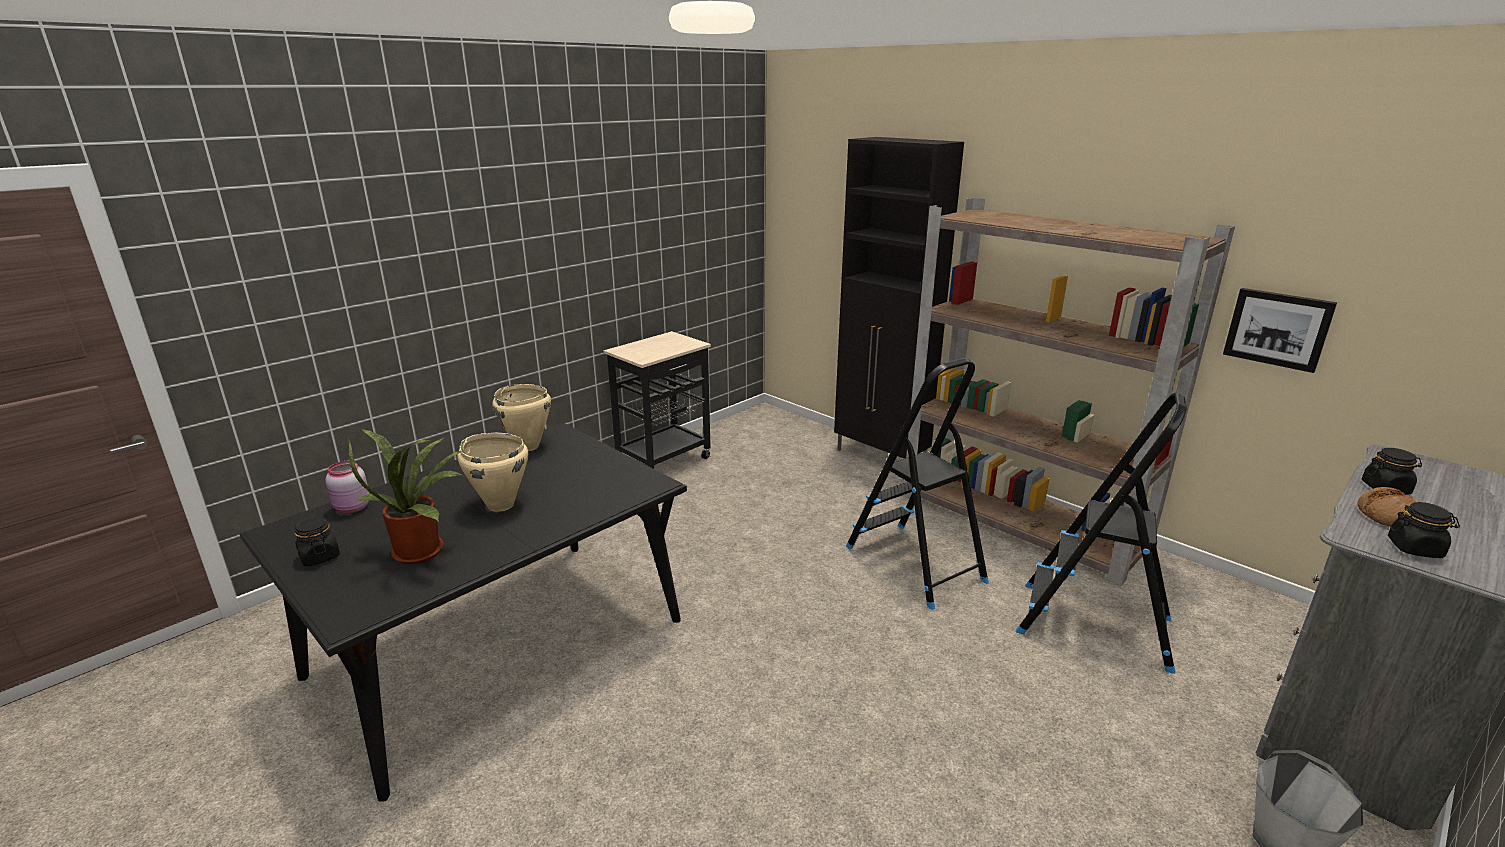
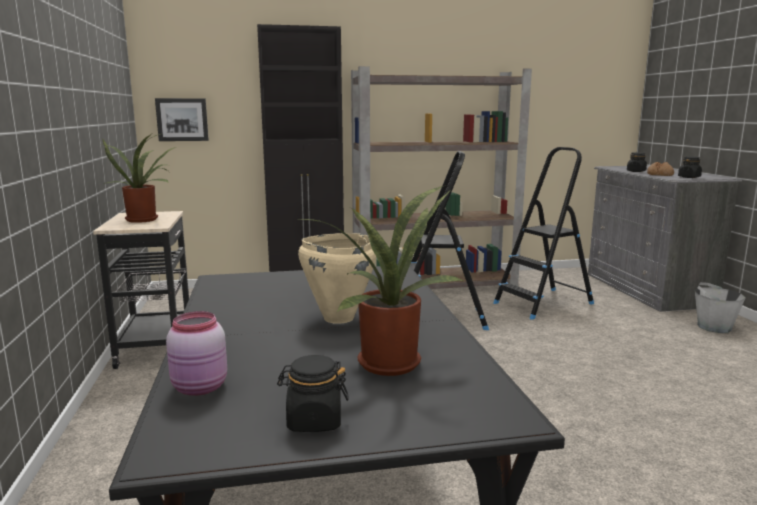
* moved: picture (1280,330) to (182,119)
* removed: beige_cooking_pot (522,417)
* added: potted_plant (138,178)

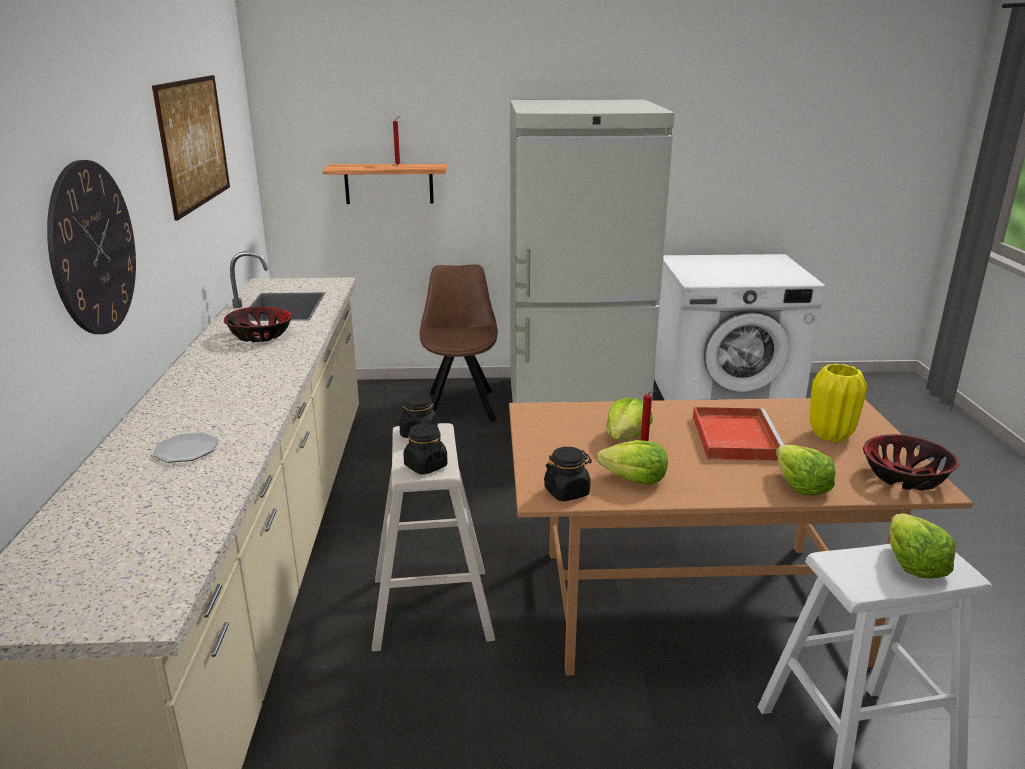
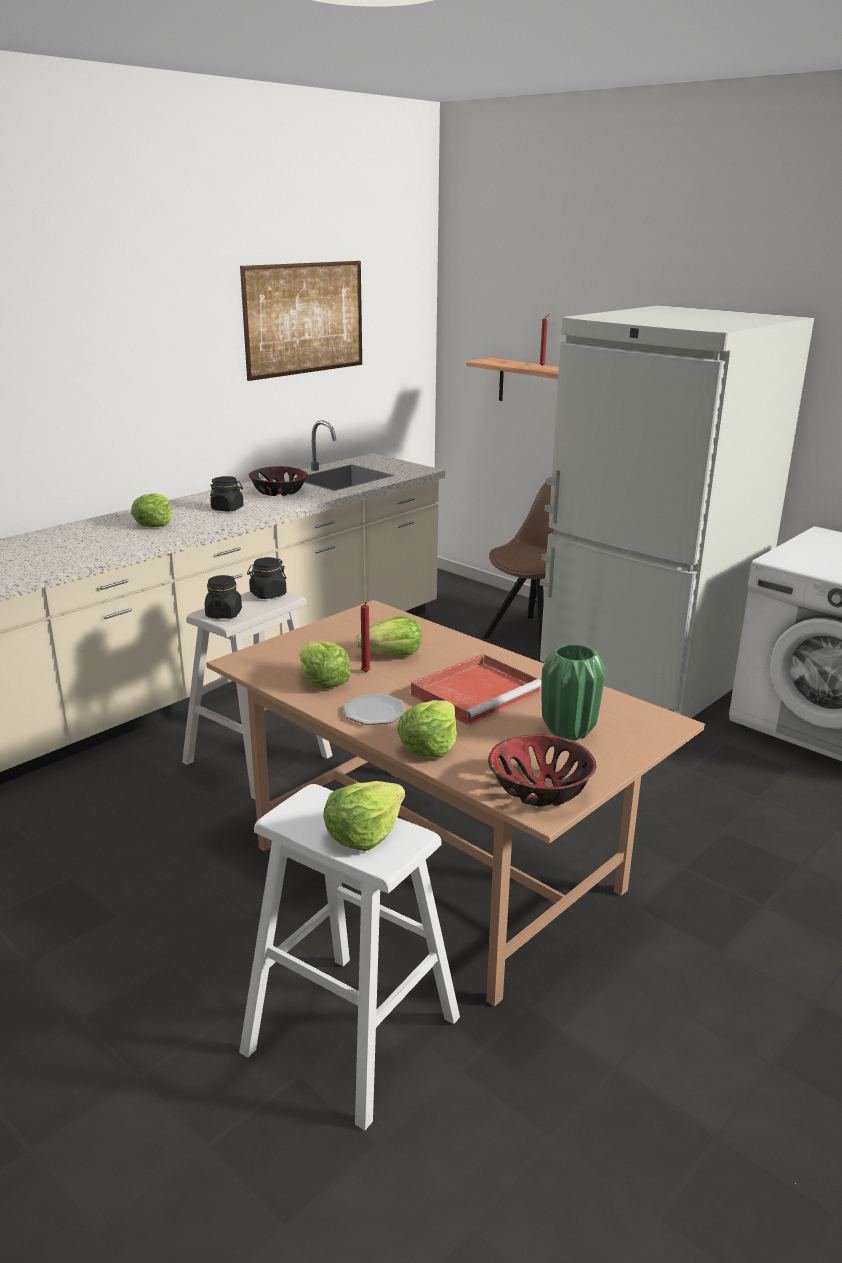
* removed: wall_clock (91,247)
* recoloured: yellow_vase (838,403) to green_vase (574,692)
* moved: plate (185,447) to (375,709)
* moved: black_jar (568,474) to (227,493)
* added: lettuce (151,510)

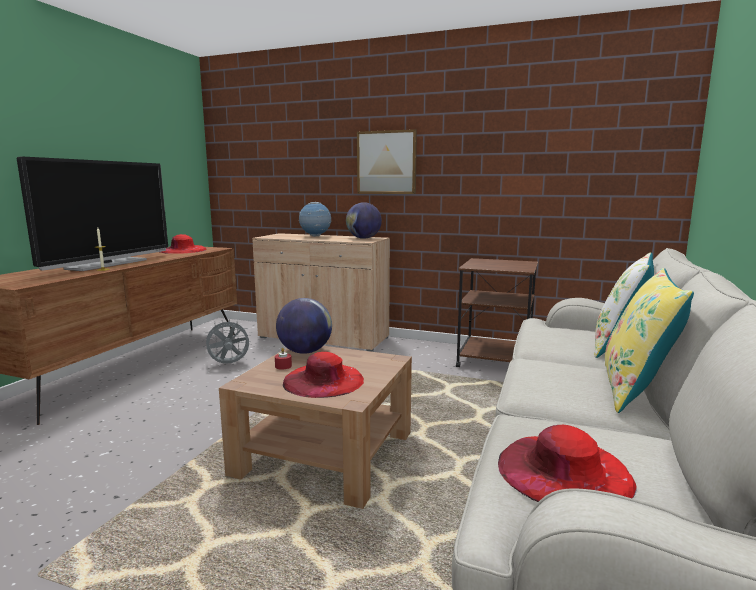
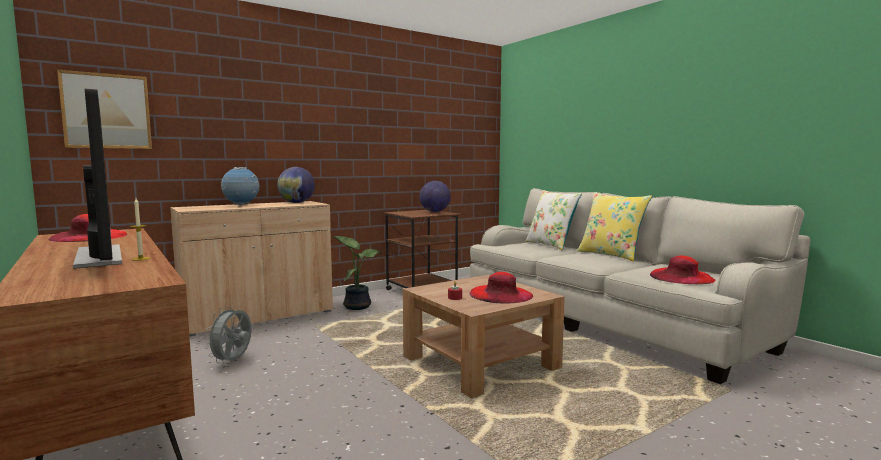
* moved: picture (387,161) to (104,109)
* moved: globe (304,326) to (435,196)
* added: potted_plant (357,273)

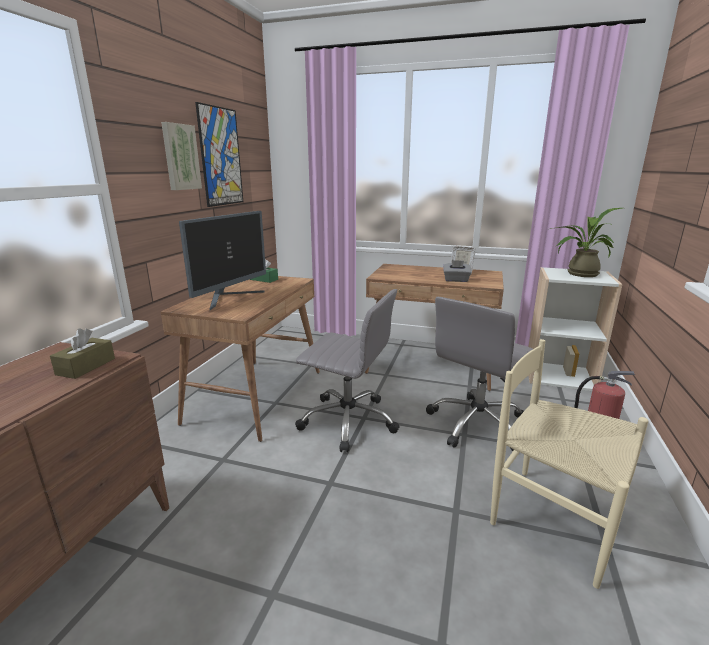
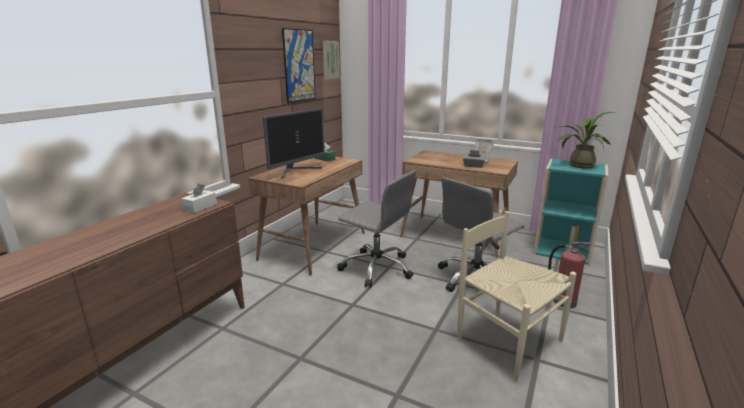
* moved: picture (181,156) to (331,60)
* recoloured: white_bookcase (575,329) to turquoise_bookcase (570,212)
* recoloured: brown_tissue_box (82,353) to white_tissue_box (199,198)

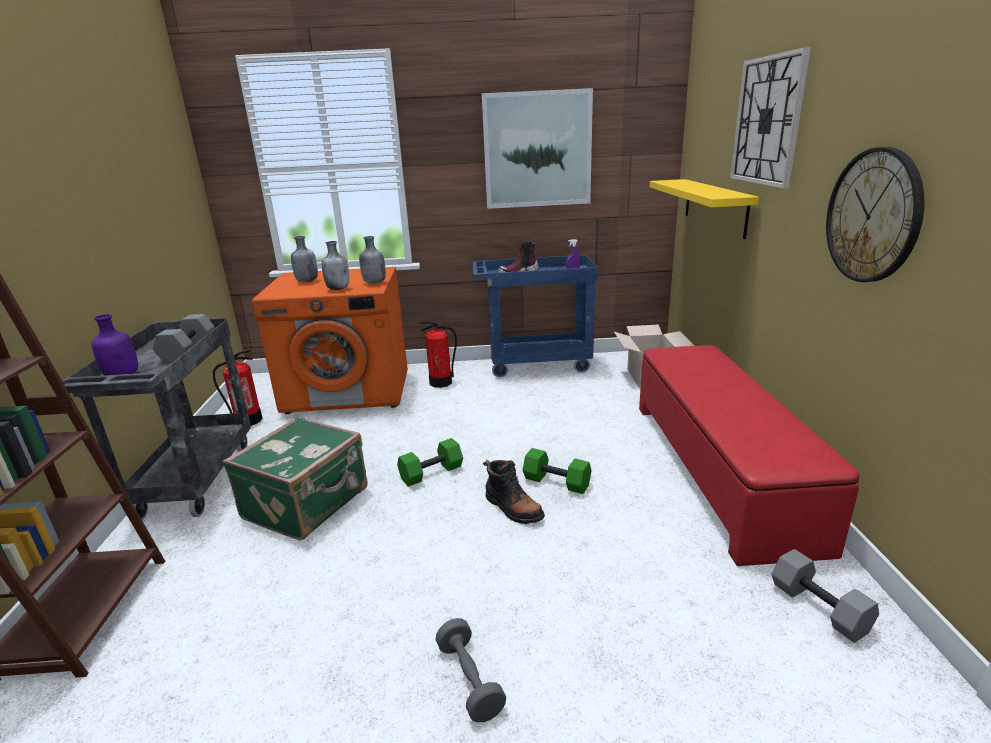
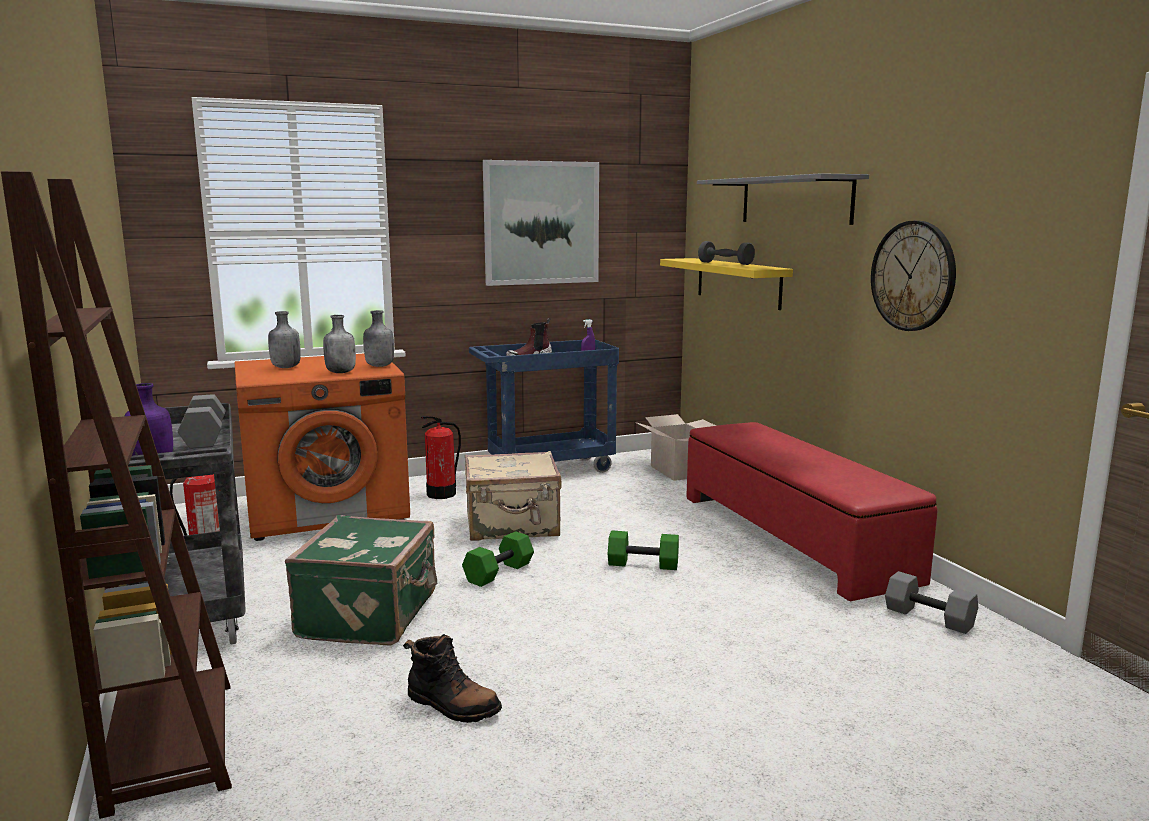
* replaced: wall_clock (770,118) to grey_shelf (783,199)
* moved: black_boot (514,492) to (452,678)
* moved: grey_dumbbell (471,670) to (726,253)
* added: beige_suitcase (513,496)

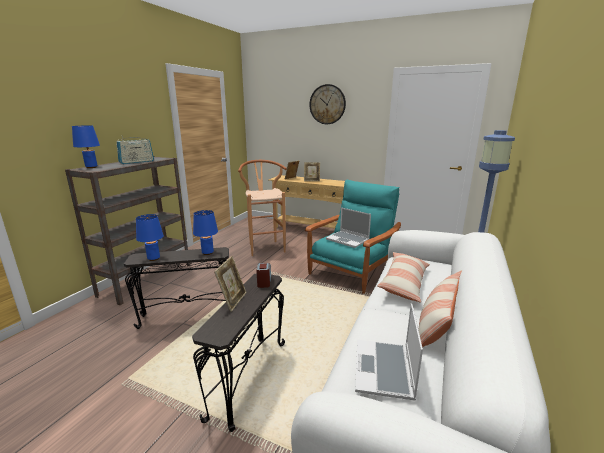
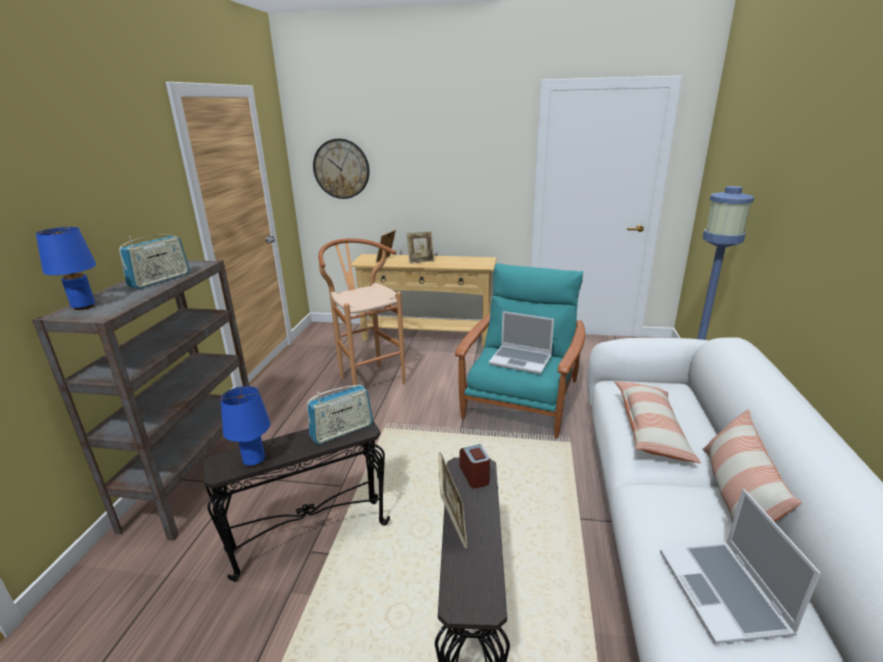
* moved: wall_clock (327,104) to (341,168)
* replaced: blue_table_lamp (205,232) to radio (340,414)

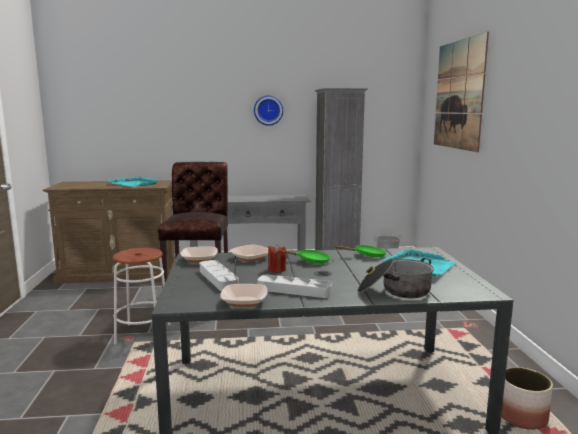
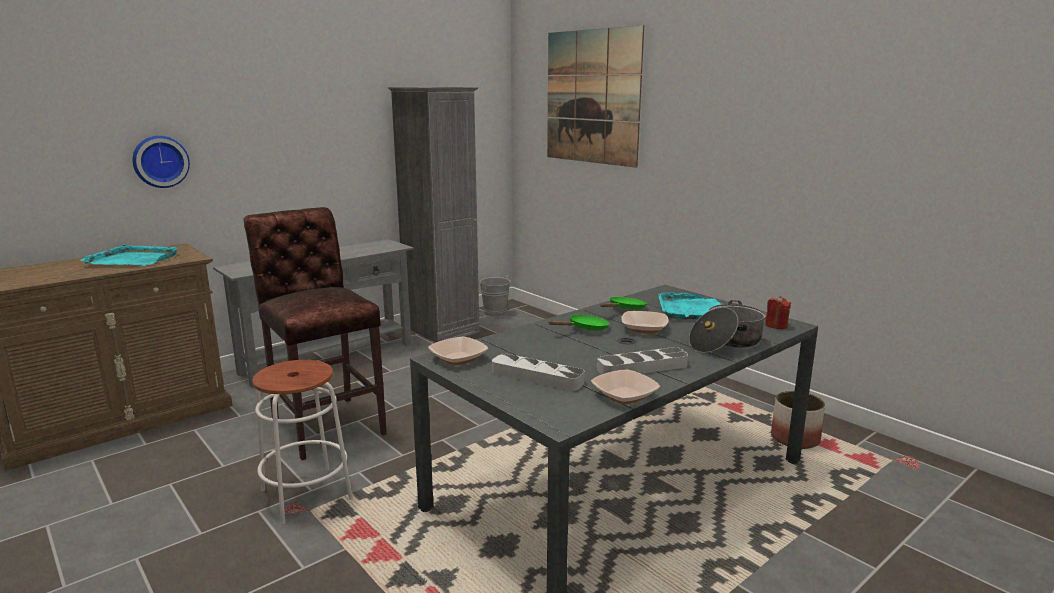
* moved: wall_clock (268,110) to (161,162)
* moved: red_candle (277,258) to (778,312)
* moved: bowl (249,253) to (645,322)

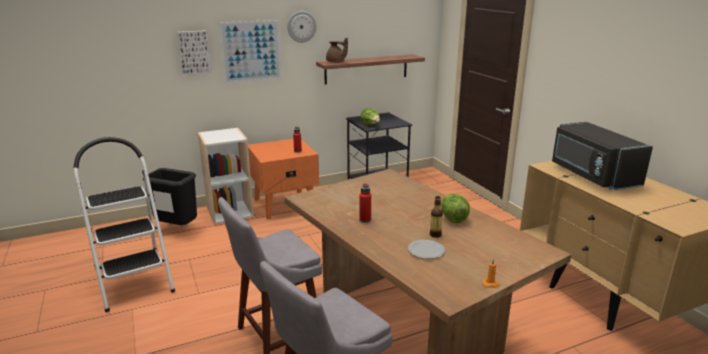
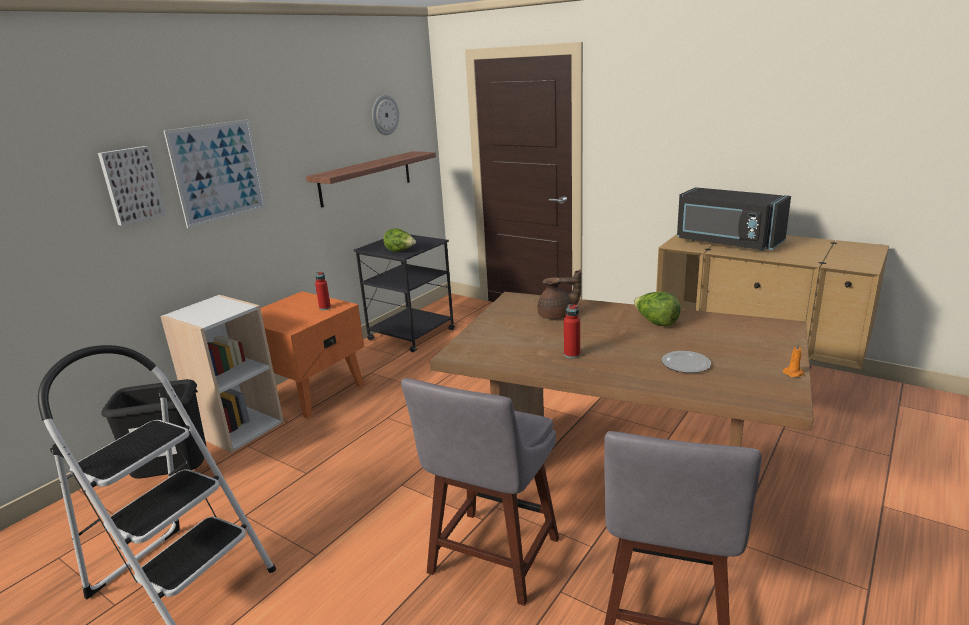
* moved: wall_clock (302,27) to (385,115)
* moved: brown_teapot (337,50) to (559,294)
* removed: bottle (436,217)

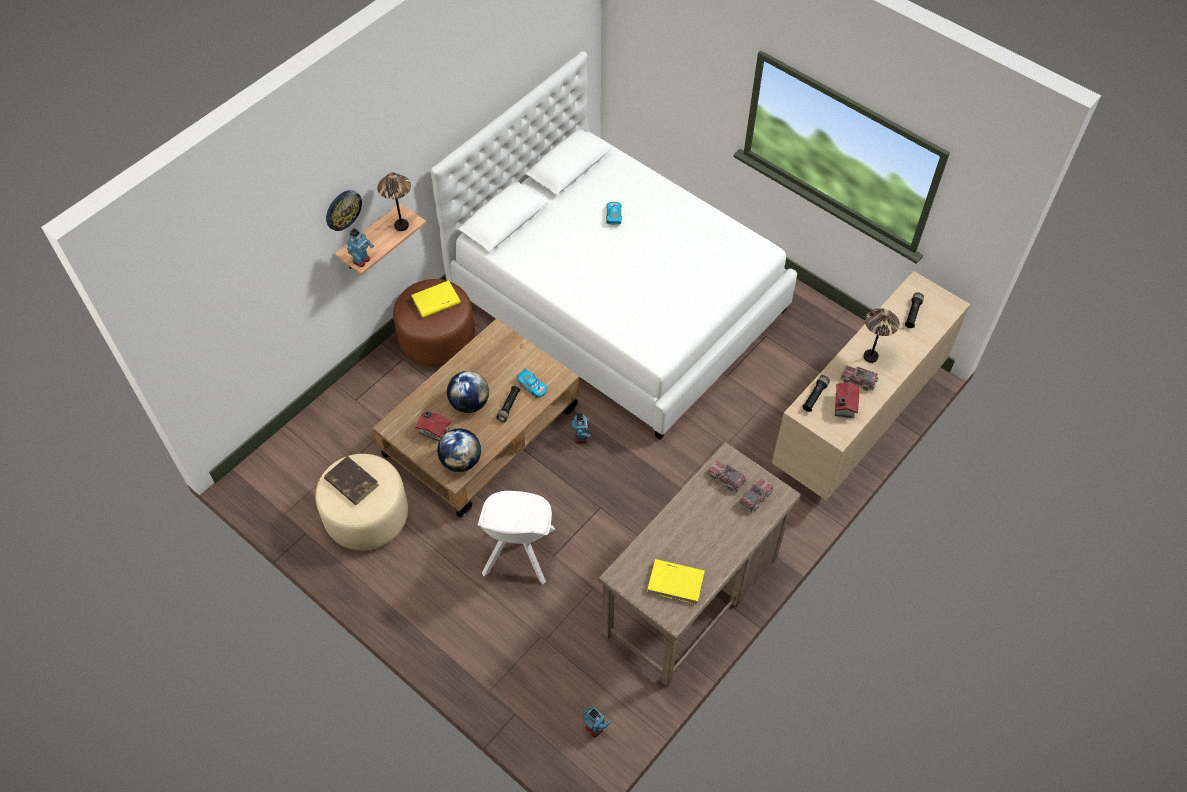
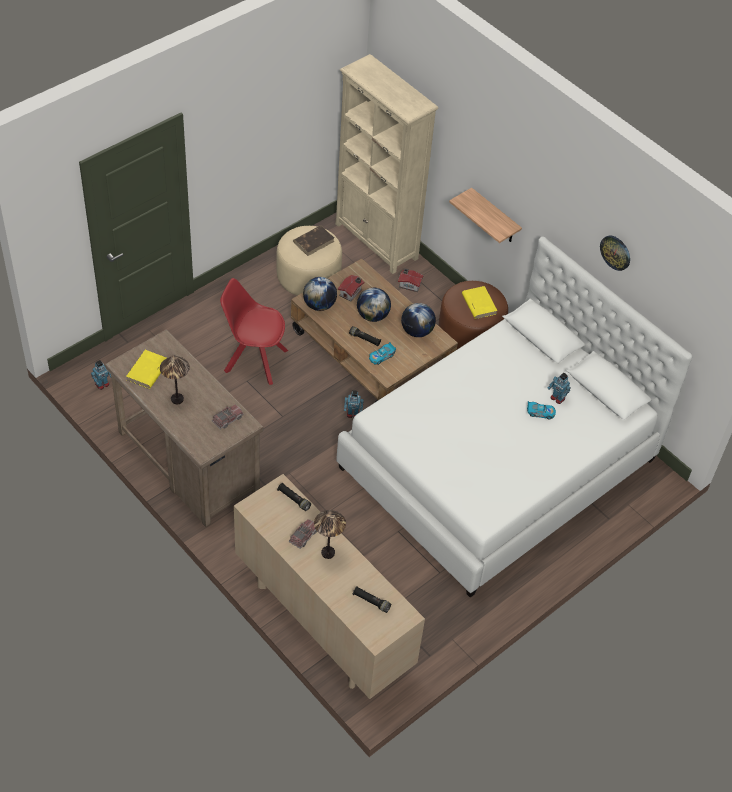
* moved: table_lamp (394,201) to (175,380)
* moved: wall_clock (344,210) to (615,253)
* moved: toy_robot (360,247) to (559,388)
* moved: toy_house (847,400) to (411,280)
* removed: toy_truck (755,495)
* recoloured: white_chair (517,538) to red_chair (254,331)
* added: beige_bookcase (386,164)
* added: globe (418,320)

